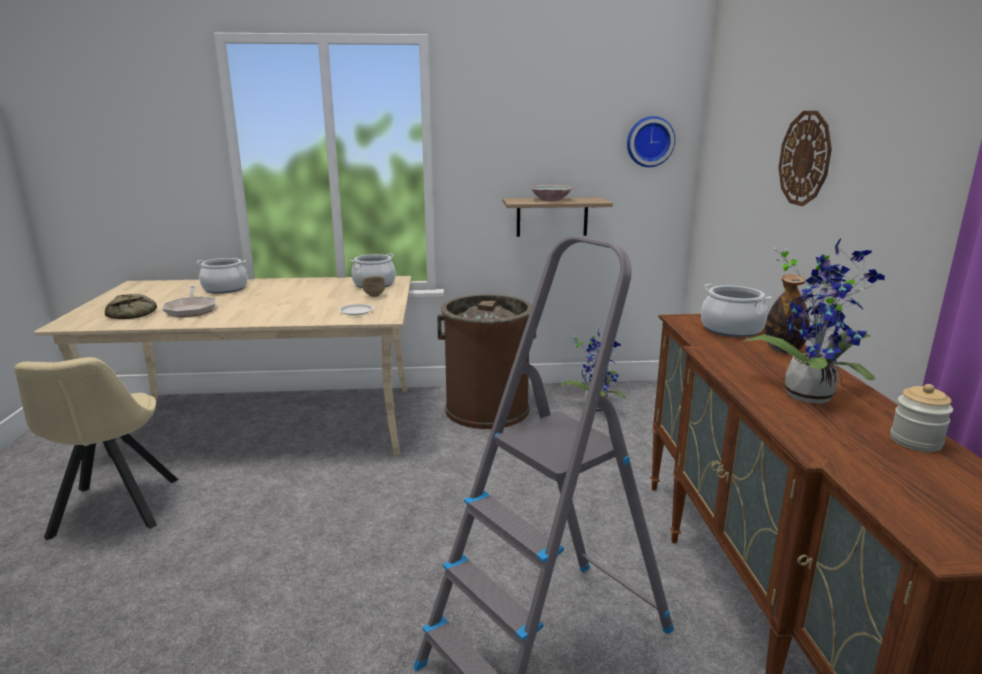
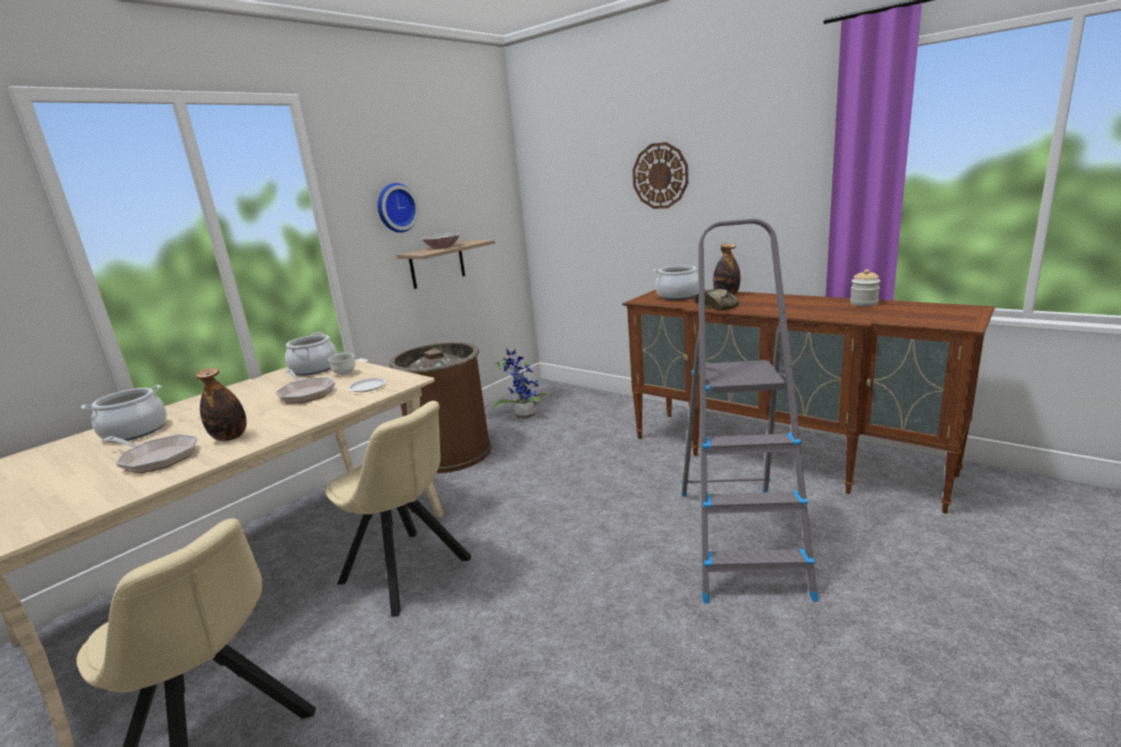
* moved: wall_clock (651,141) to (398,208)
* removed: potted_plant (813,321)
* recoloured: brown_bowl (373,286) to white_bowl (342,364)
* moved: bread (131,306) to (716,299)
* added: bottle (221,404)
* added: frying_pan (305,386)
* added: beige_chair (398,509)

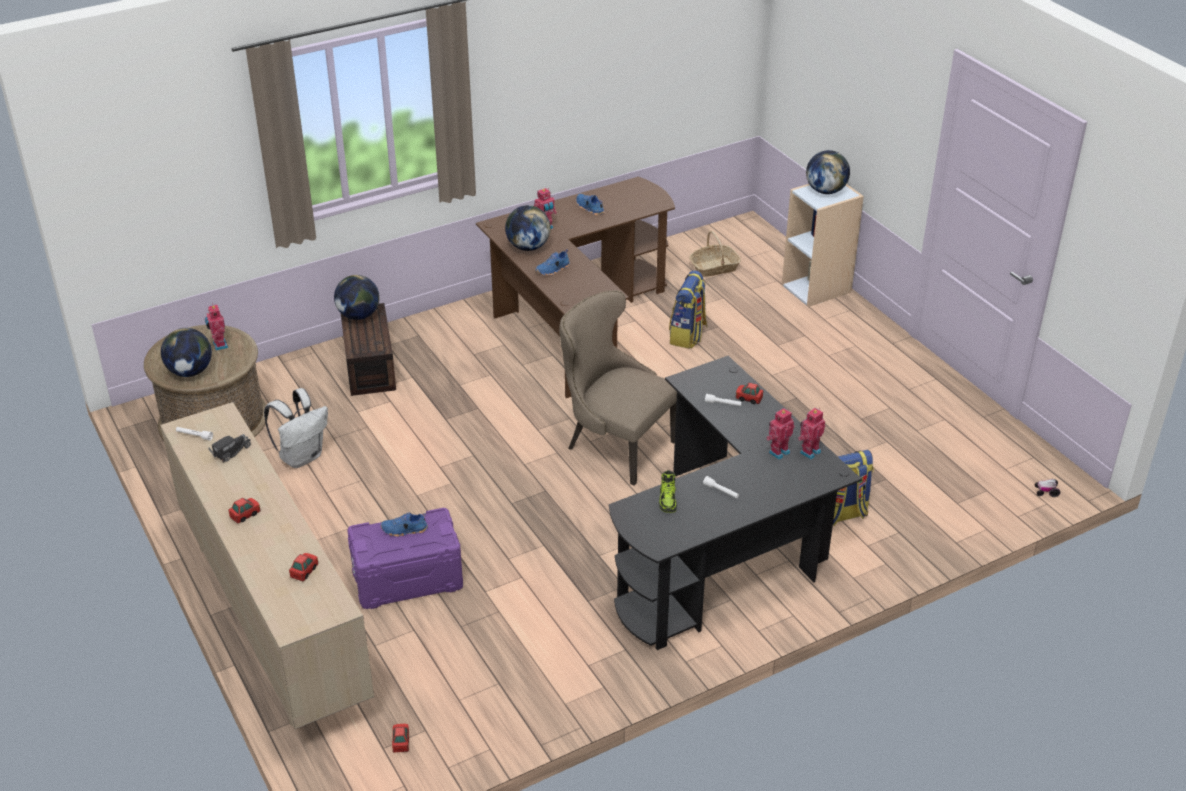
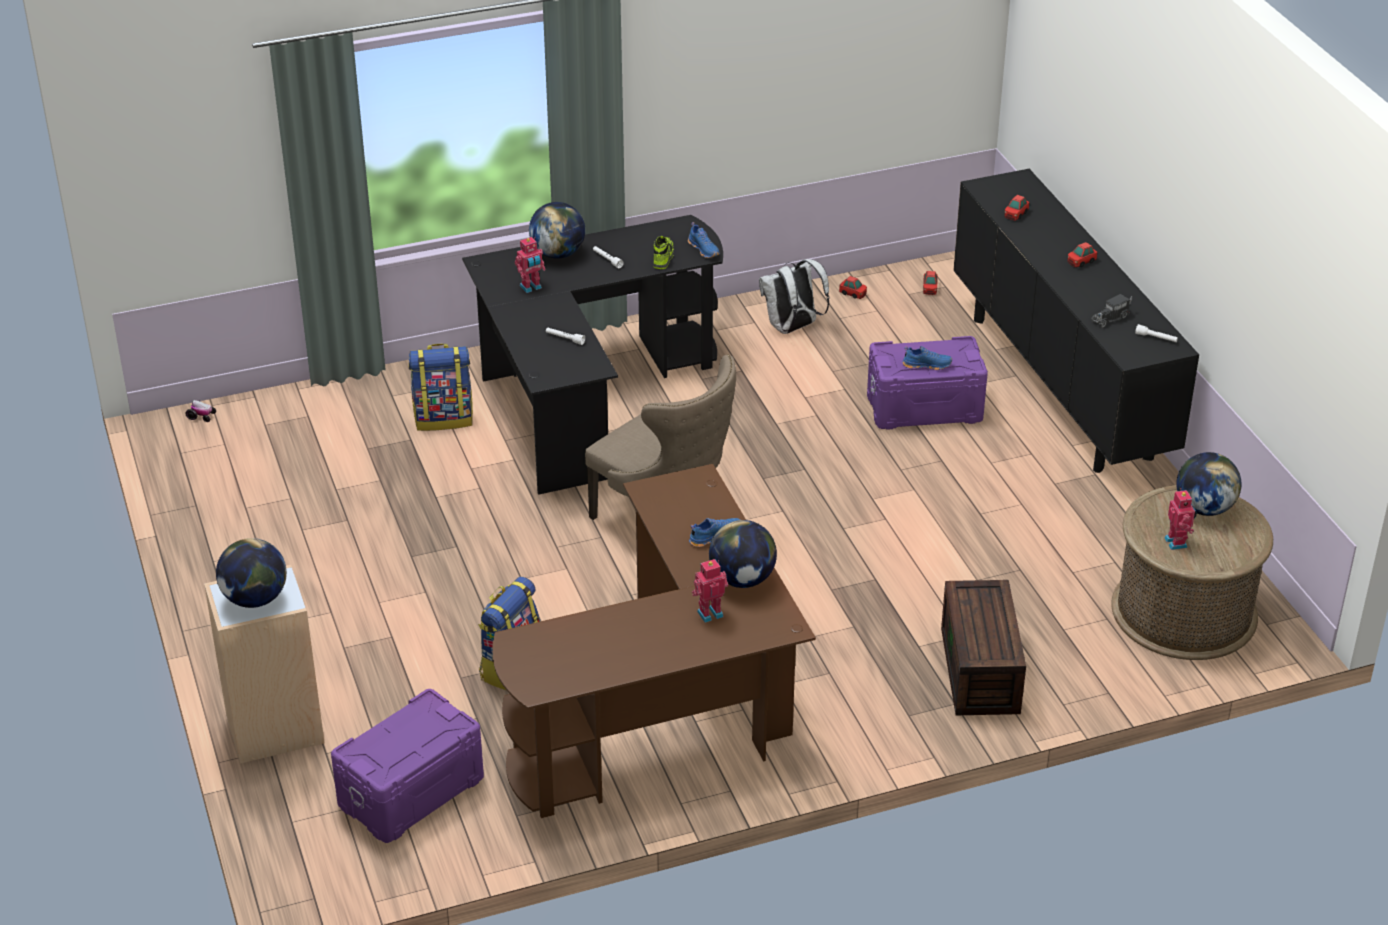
* moved: blue_shoe (590,204) to (704,240)
* replaced: basket (715,254) to purple_storage_box (407,766)
* moved: globe (357,297) to (557,230)
* moved: toy_car (749,393) to (853,287)
* moved: white_backpack (296,428) to (794,296)
* recoloured: beige_cabinet (267,565) to black_cabinet (1076,321)
* removed: toy_robot (811,433)

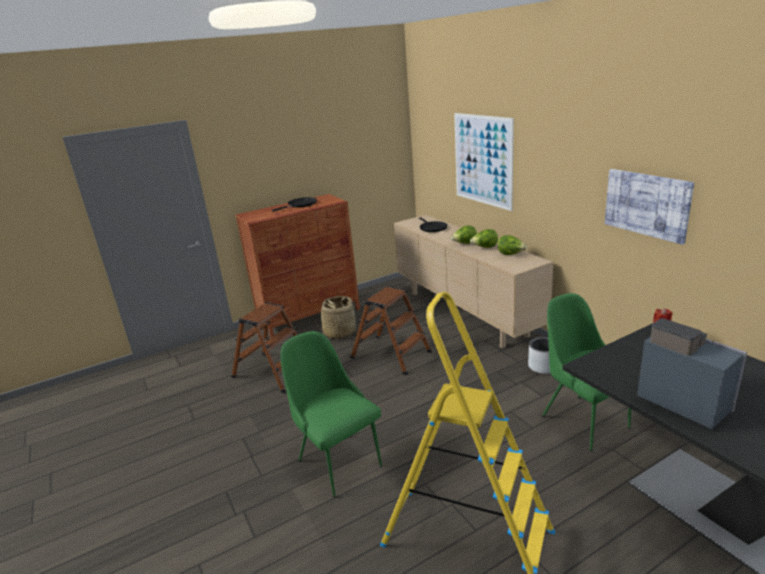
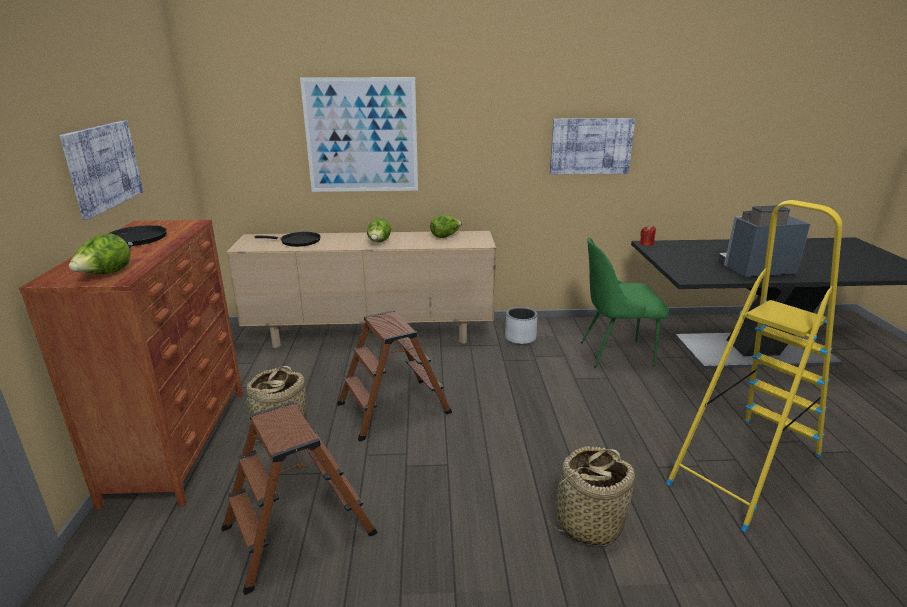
* moved: lettuce (484,238) to (100,254)
* replaced: green_chair (331,414) to basket (590,496)
* added: picture (101,170)

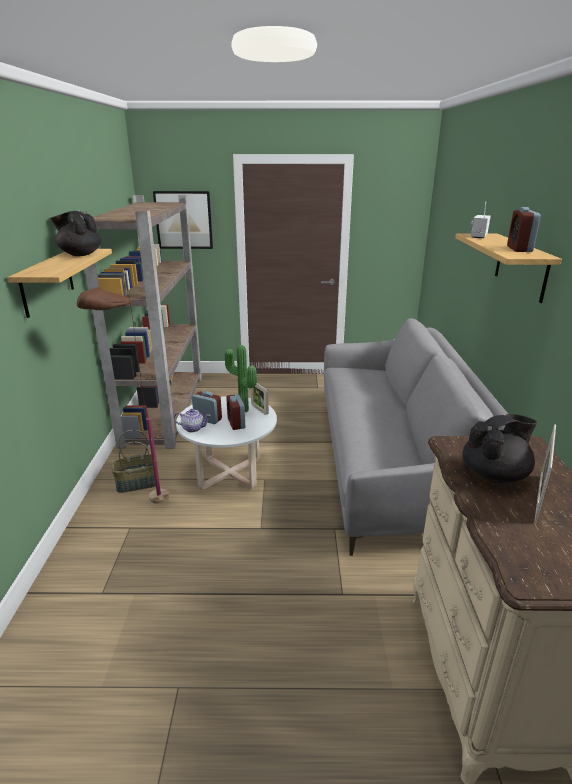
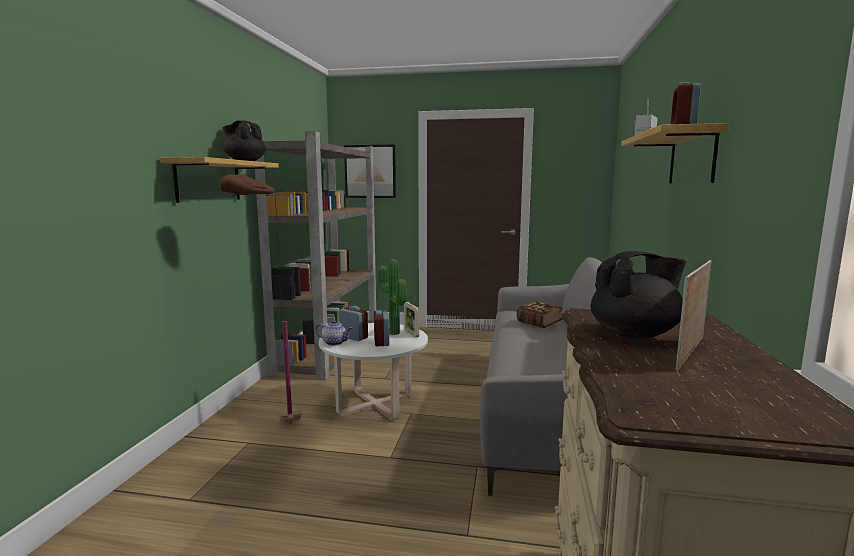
* removed: basket (135,461)
* added: book (540,314)

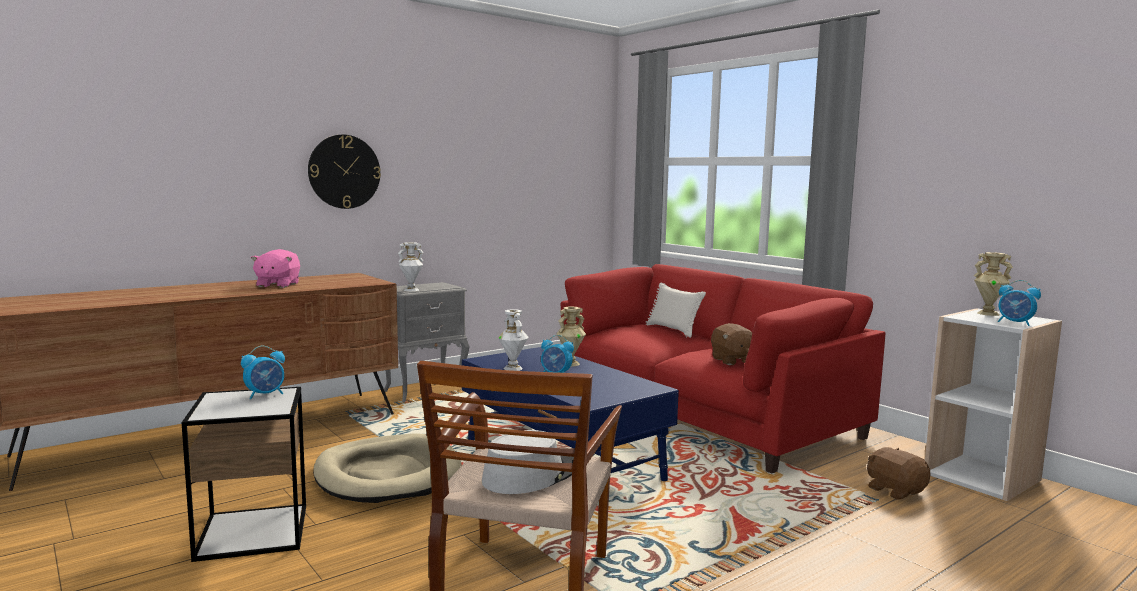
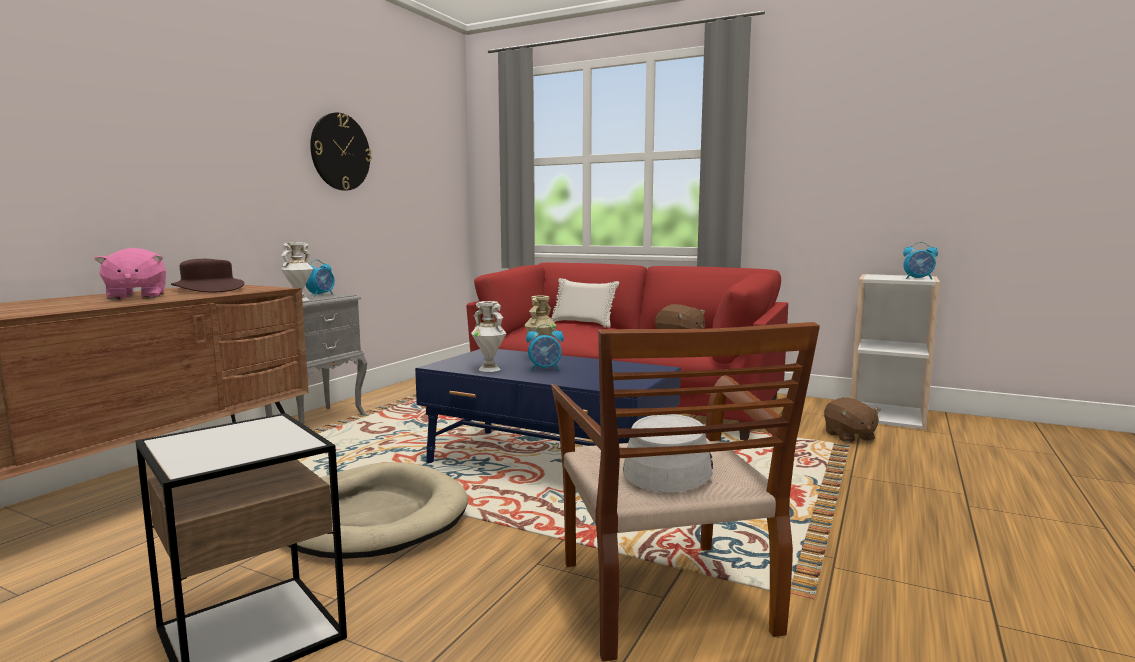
* moved: wall_clock (344,172) to (341,151)
* removed: beige_vase (993,284)
* moved: alarm_clock (263,372) to (320,277)
* turned: brown_plush_toy (899,473) = (852,420) 135 degrees counterclockwise
* added: brown_hat (207,275)

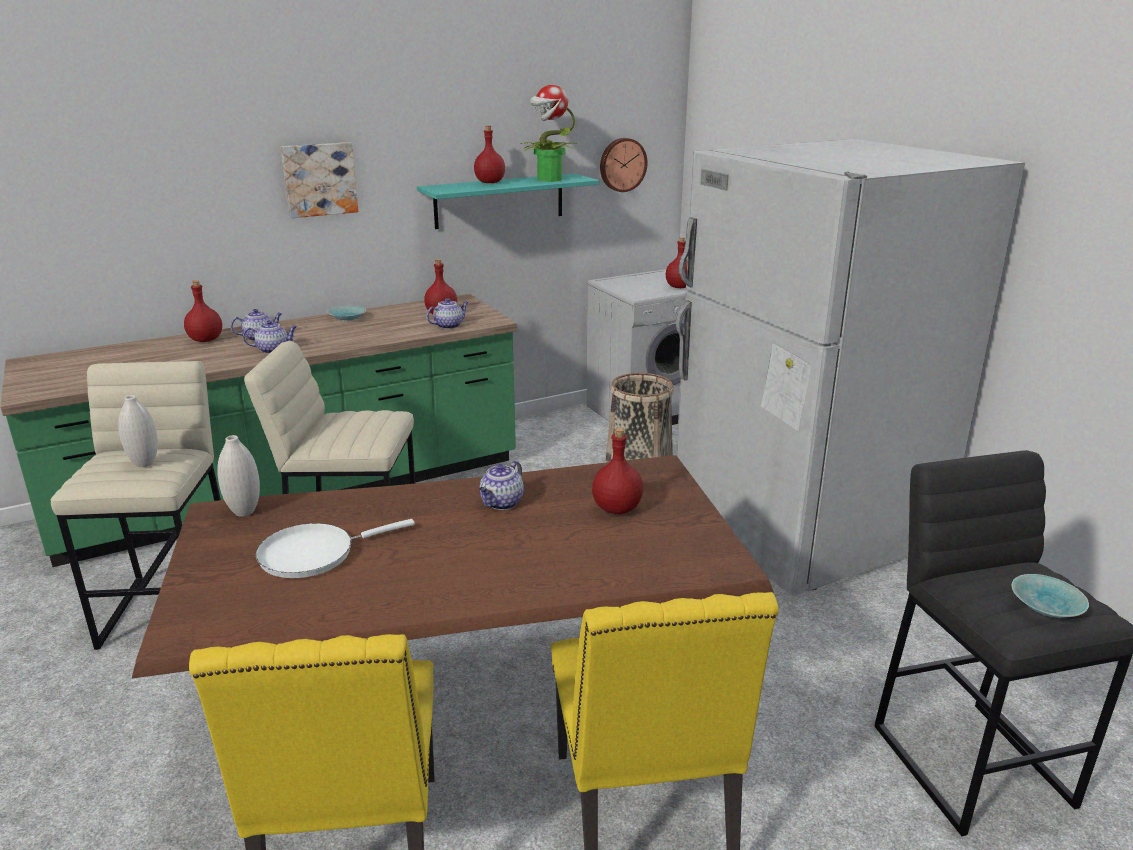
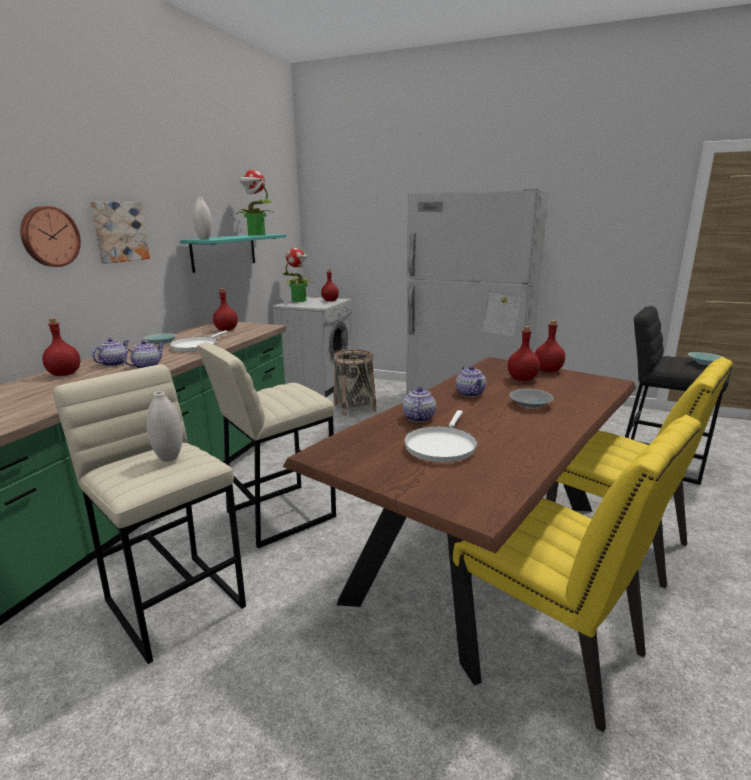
* moved: red_bottle (489,154) to (550,346)
* moved: wall_clock (624,165) to (50,236)
* moved: teapot (447,313) to (419,404)
* moved: white_vase (238,476) to (202,218)
* added: potted_plant (298,275)
* added: white_frying_pan (199,341)
* added: grey_bowl (531,398)

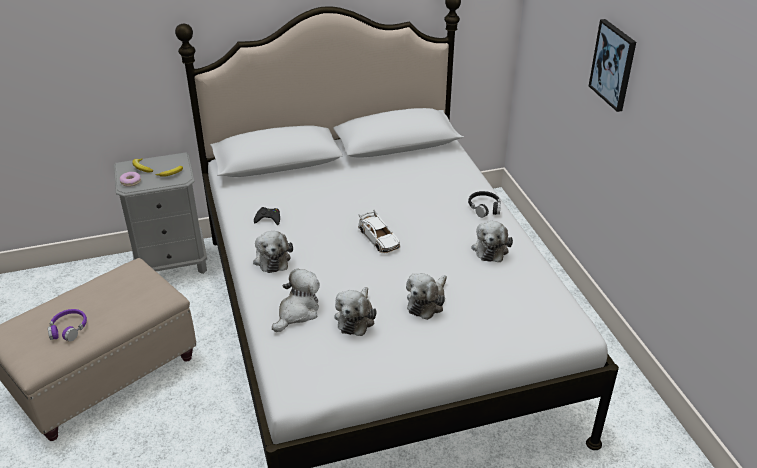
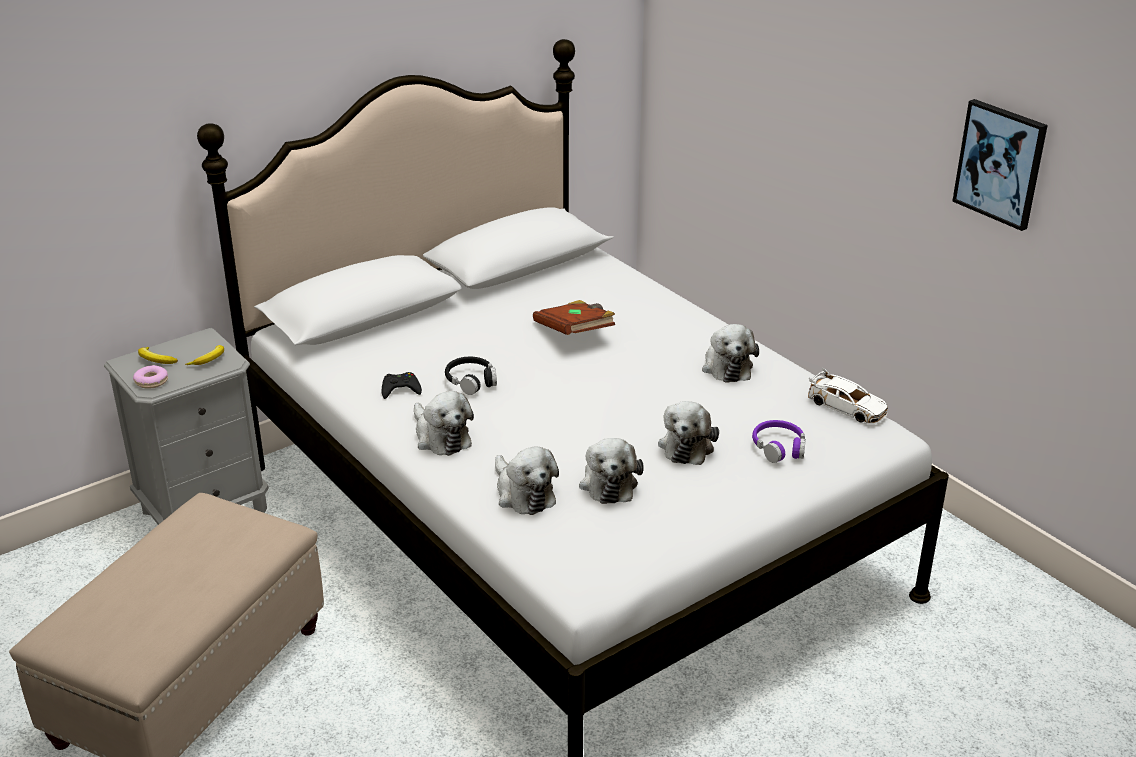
* moved: picture (612,65) to (1000,165)
* moved: black_headphones (484,204) to (471,376)
* moved: white_toy_car (379,231) to (848,395)
* turned: plush_toy (296,300) = (527,480) 135 degrees clockwise
* moved: purple_headphones (67,325) to (779,441)
* added: brown_book (574,317)

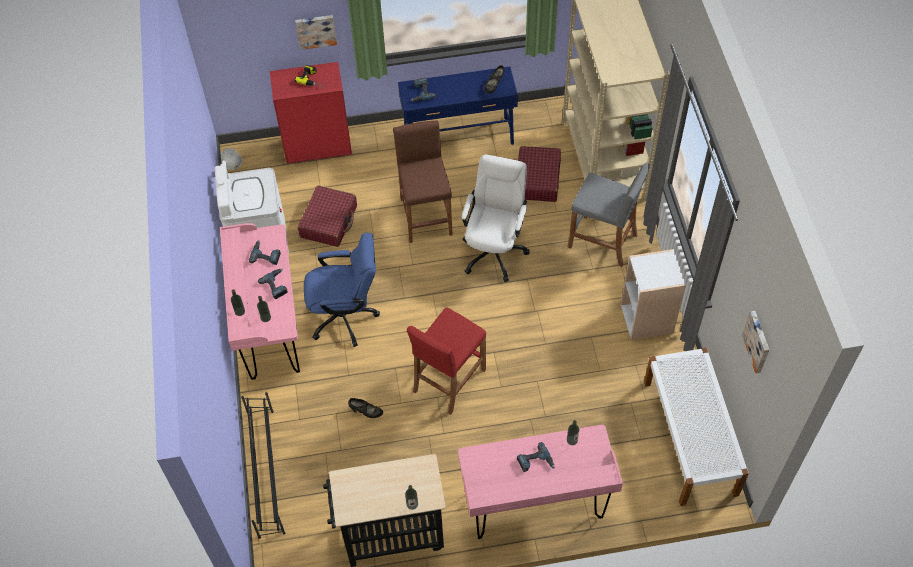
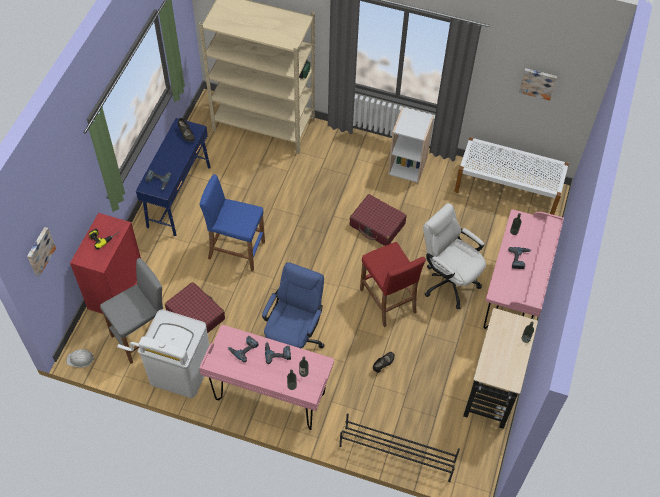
* moved: picture (316,32) to (41,252)
* recoloured: brown_stool (422,181) to blue_stool (232,222)
* moved: red_suitcase (539,174) to (378,220)
* moved: white_office_chair (496,218) to (454,256)
* moved: grey_stool (609,215) to (131,311)

